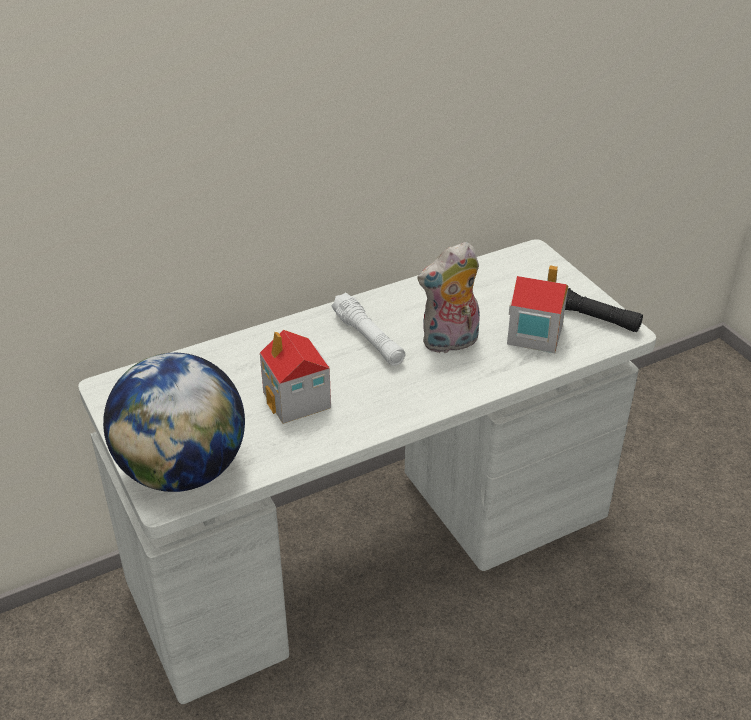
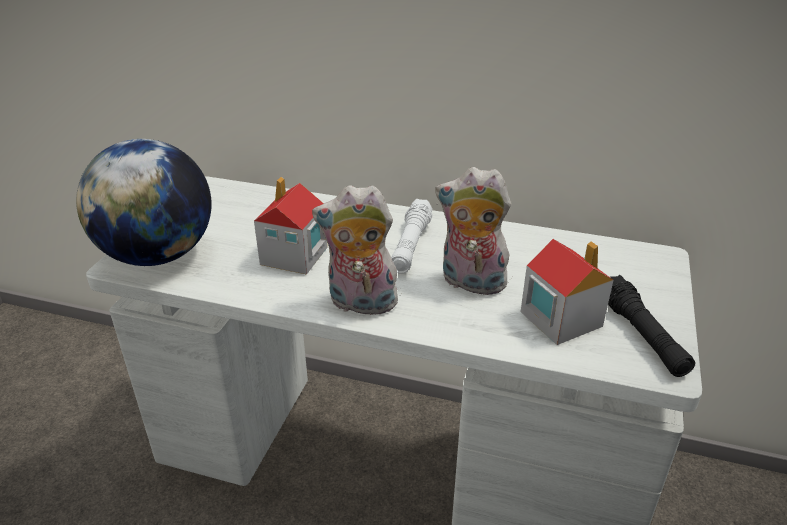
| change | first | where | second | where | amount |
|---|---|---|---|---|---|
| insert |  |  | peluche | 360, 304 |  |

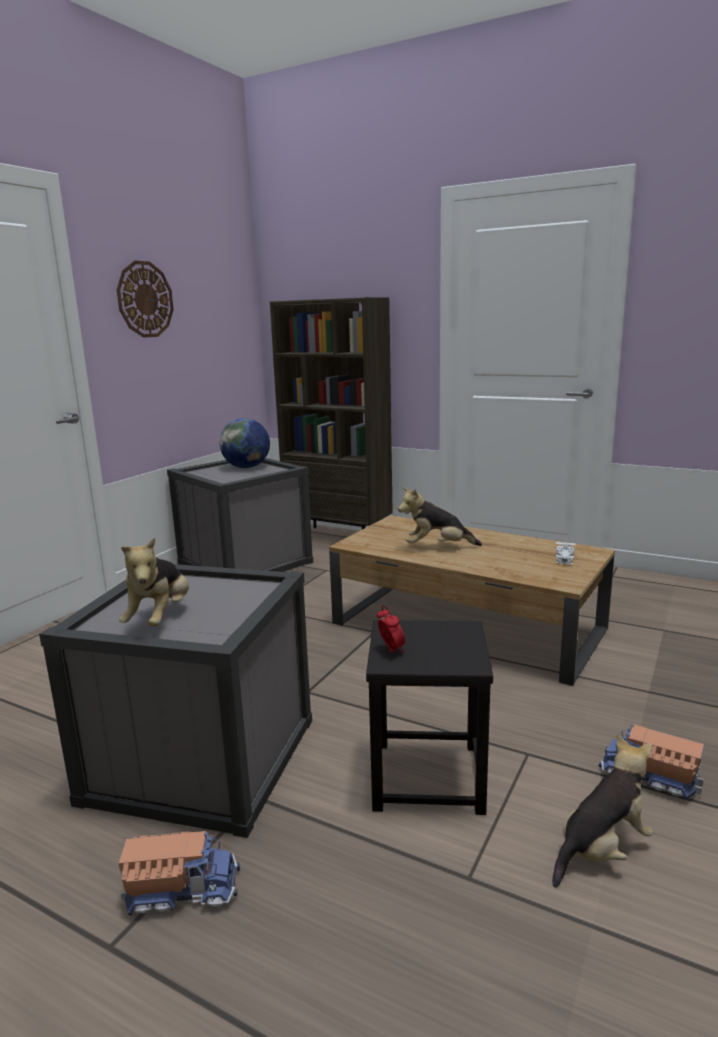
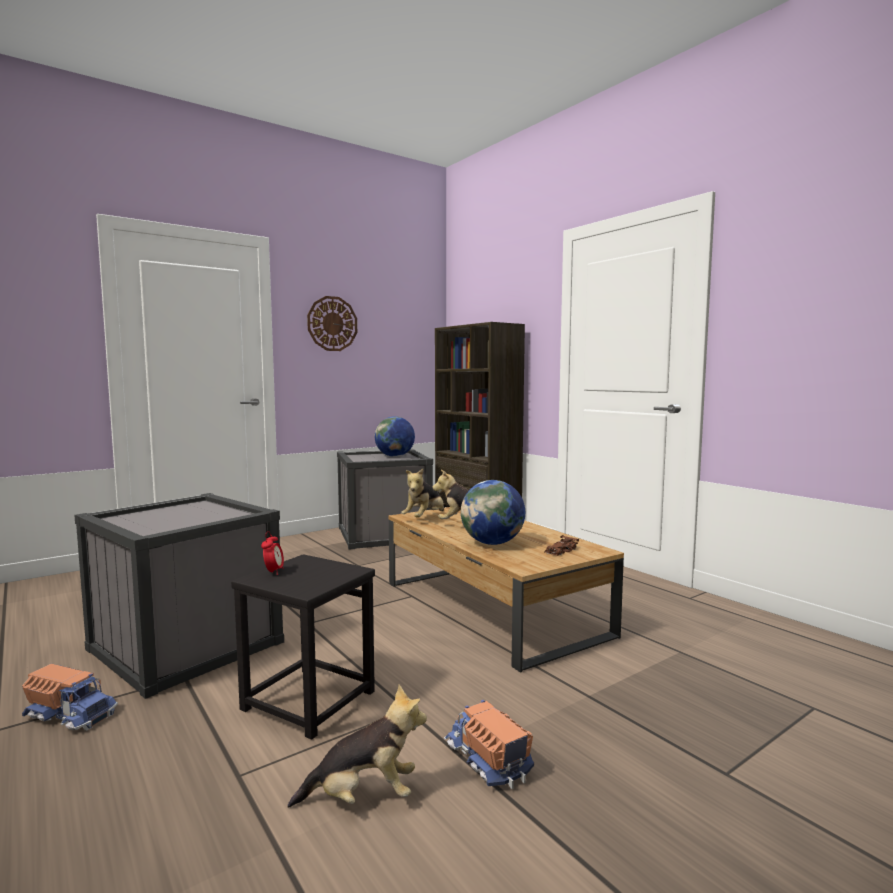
| change | first | where | second | where | amount |
|---|---|---|---|---|---|
| move | peluche | 160, 618 |  | 424, 518 |  |
| recolor | coche de juguete [blanco] | 564, 558 | coche de juguete [marrón] | 560, 551 |  |
| insert |  |  | globo terráqueo | 492, 543 |  |

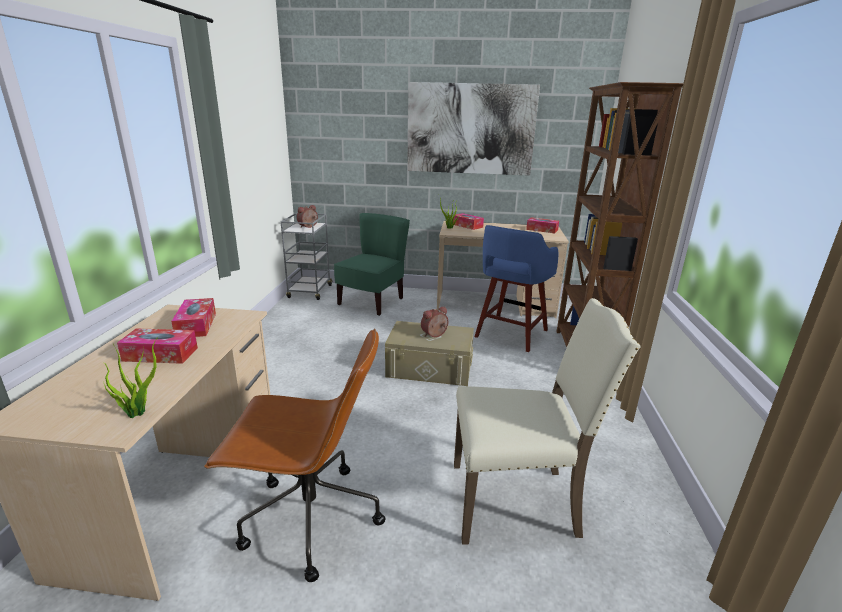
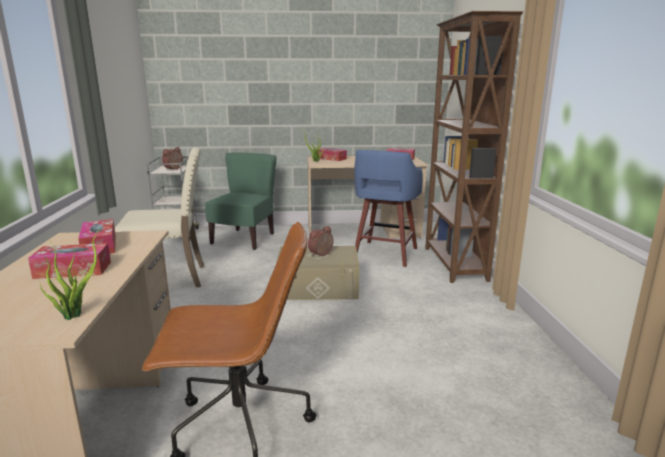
| change | first | where | second | where | amount |
|---|---|---|---|---|---|
| delete | cuadro | 470, 129 |  |  |  |
| move | silla [beis] | 517, 501 |  | 169, 278 |  |

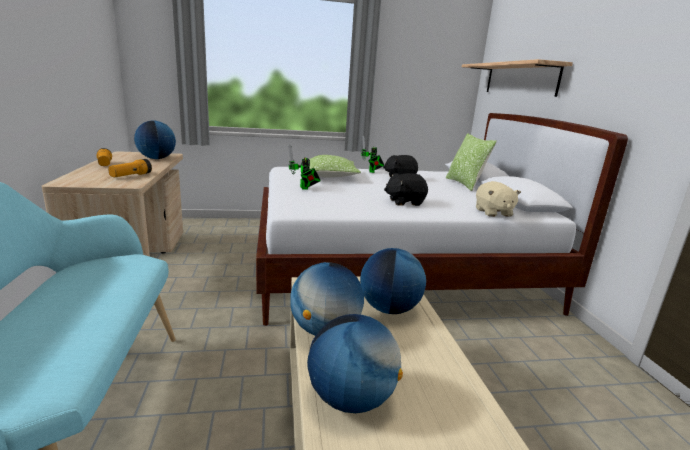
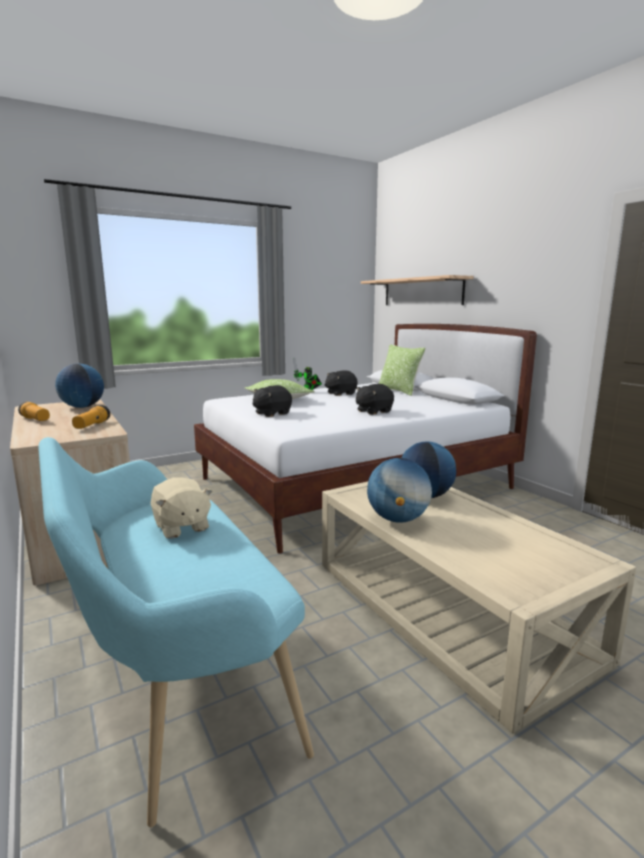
| change | first | where | second | where | amount |
|---|---|---|---|---|---|
| replace | robot de juguete | 304, 188 | peluche [negro] | 272, 413 |  |
| delete | globo terráqueo | 351, 399 |  |  |  |
| move | peluche [beis] | 493, 212 |  | 181, 527 |  |

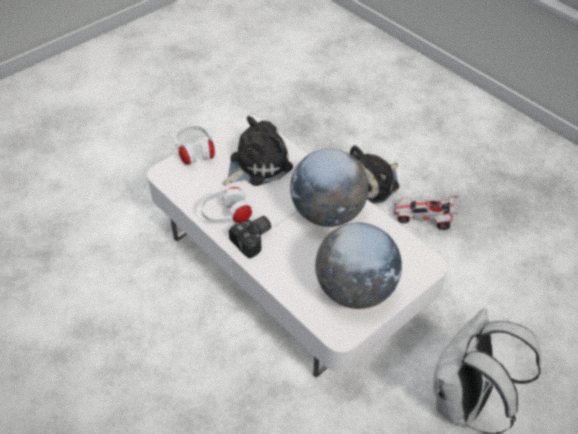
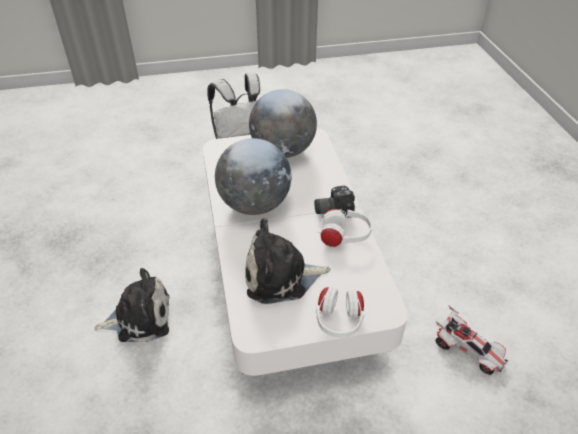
| change | first | where | second | where | amount |
|---|---|---|---|---|---|
| move | coche de juguete | 423, 218 |  | 467, 350 |  |

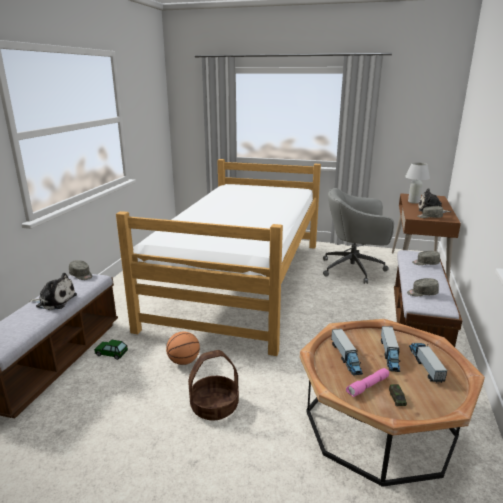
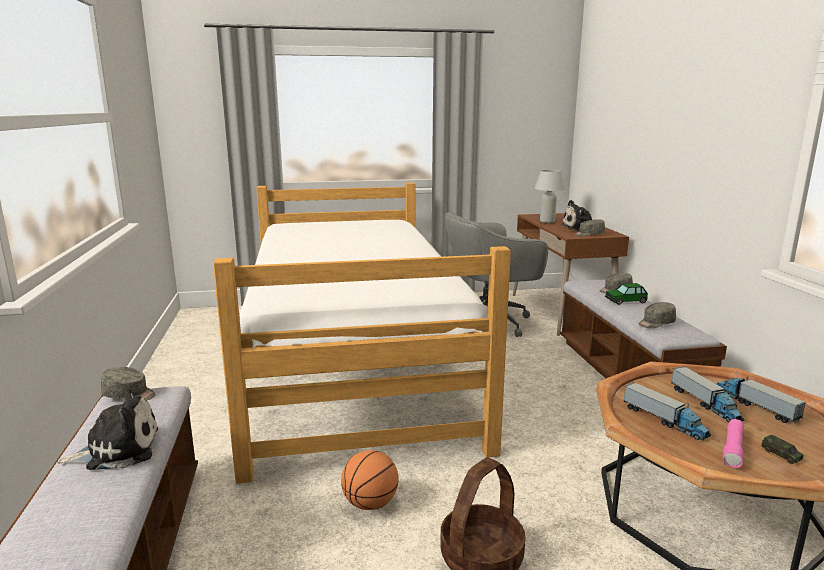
| change | first | where | second | where | amount |
|---|---|---|---|---|---|
| move | coche de juguete | 111, 353 |  | 625, 301 |  |

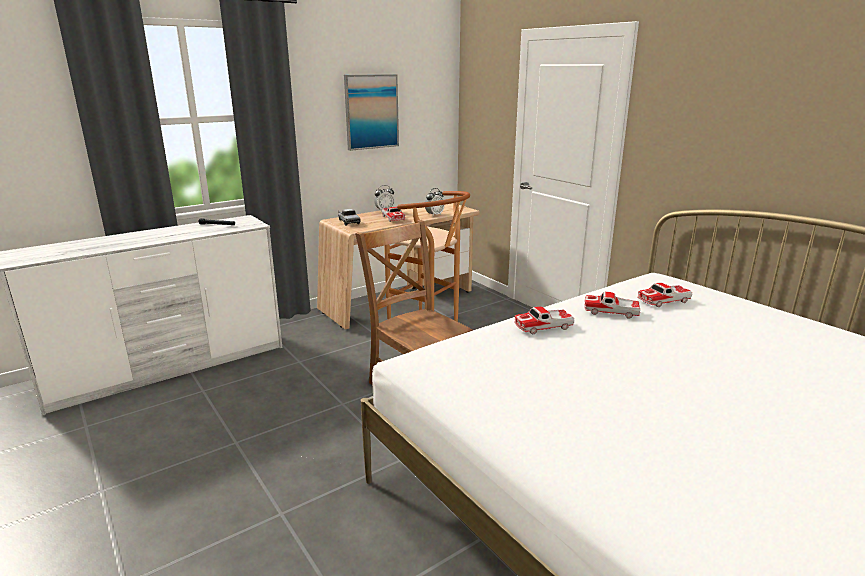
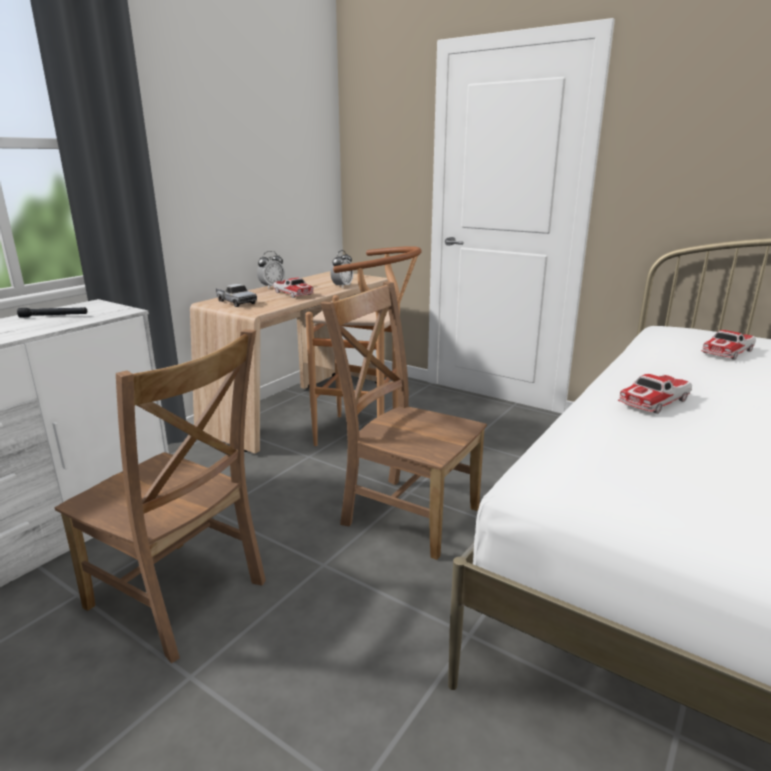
| change | first | where | second | where | amount |
|---|---|---|---|---|---|
| delete | cuadro | 371, 112 |  |  |  |
| delete | coche de juguete | 611, 312 |  |  |  |
| insert |  |  | silla [marrón] | 181, 598 |  |

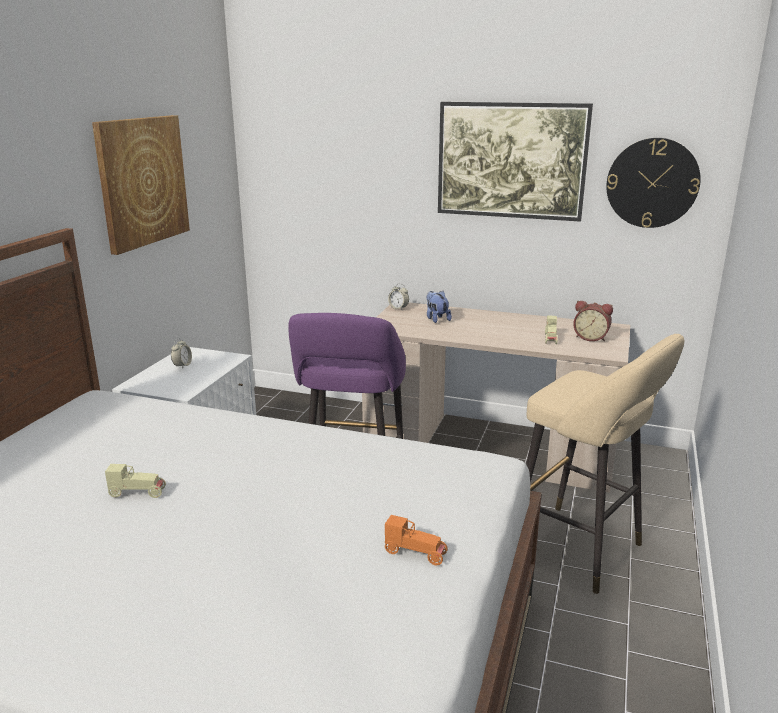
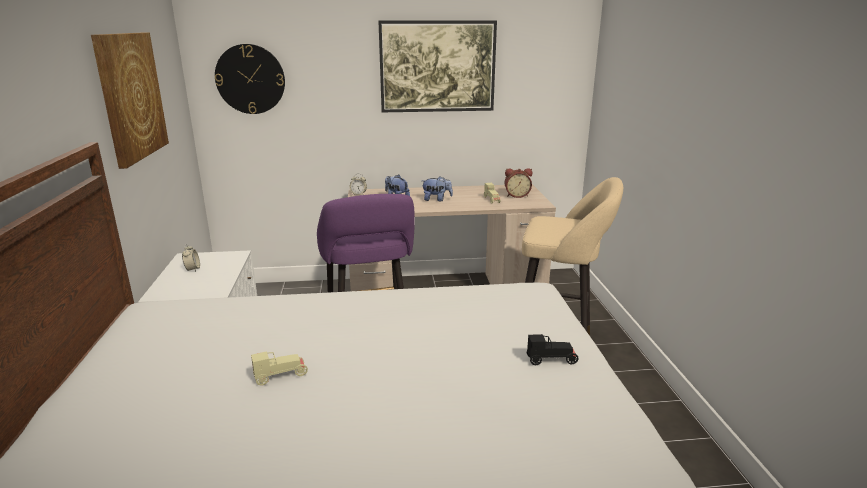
| change | first | where | second | where | amount |
|---|---|---|---|---|---|
| recolor | coche de juguete [naranja] | 416, 553 | coche de juguete [negro] | 551, 360 |  |
| move | reloj de pared | 652, 183 |  | 250, 79 |  |
| insert |  |  | peluche | 436, 199 |  |

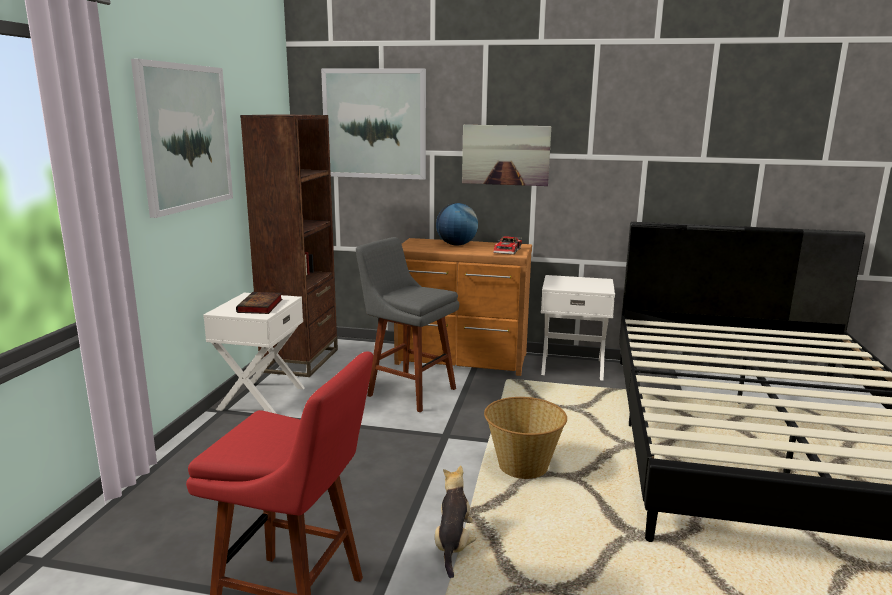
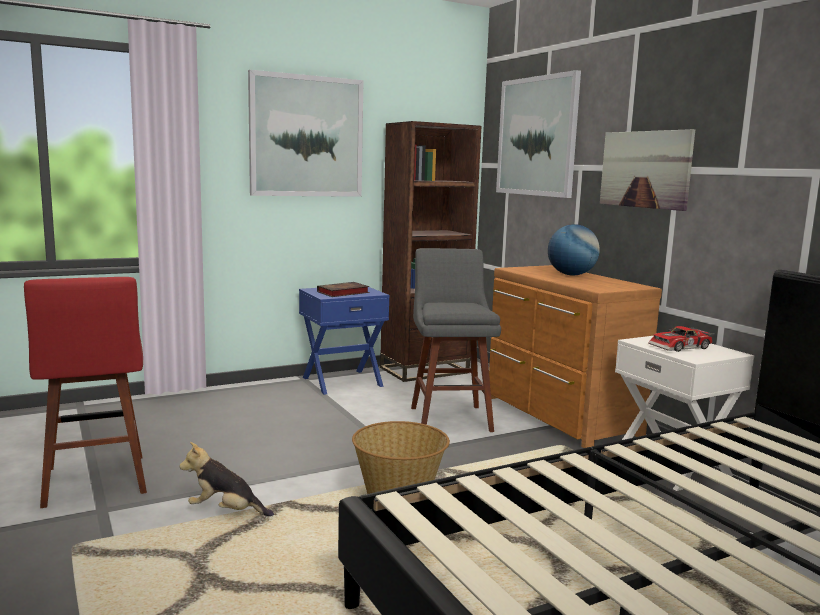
| change | first | where | second | where | amount |
|---|---|---|---|---|---|
| recolor | mesita de noche [blanco] | 260, 398 | mesita de noche [azul] | 342, 381 |  |
| rotate | peluche | 453, 545 |  | 226, 511 | 135 degrees counterclockwise |
| move | coche de juguete | 509, 251 |  | 681, 347 |  |

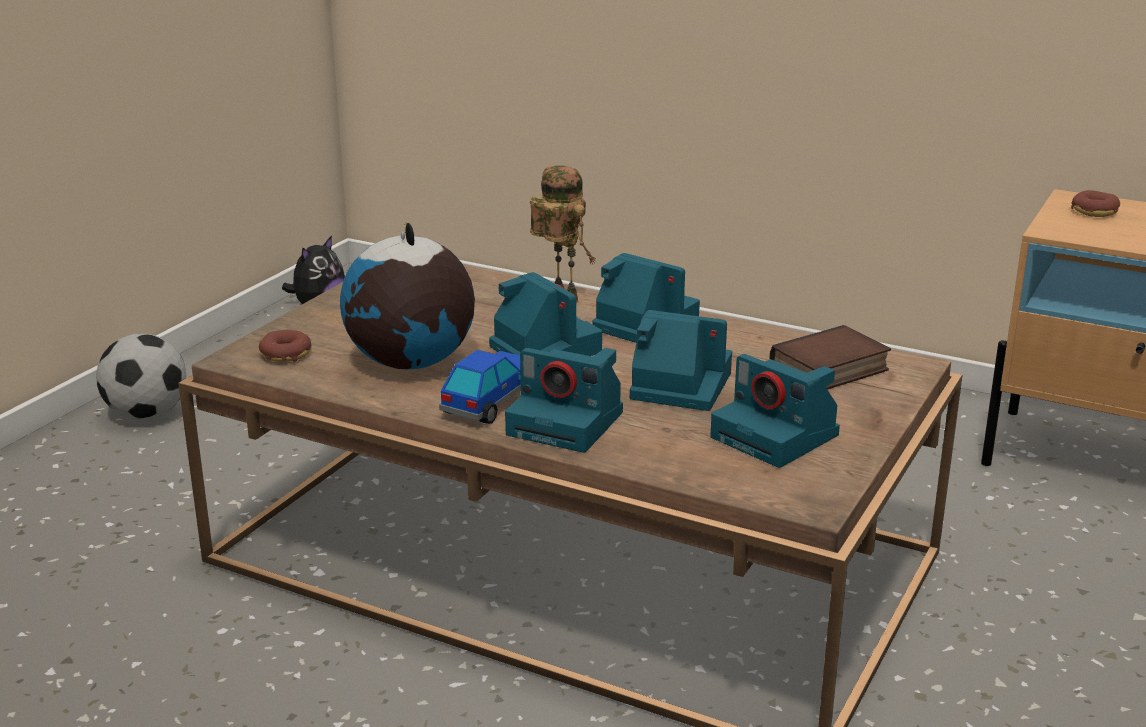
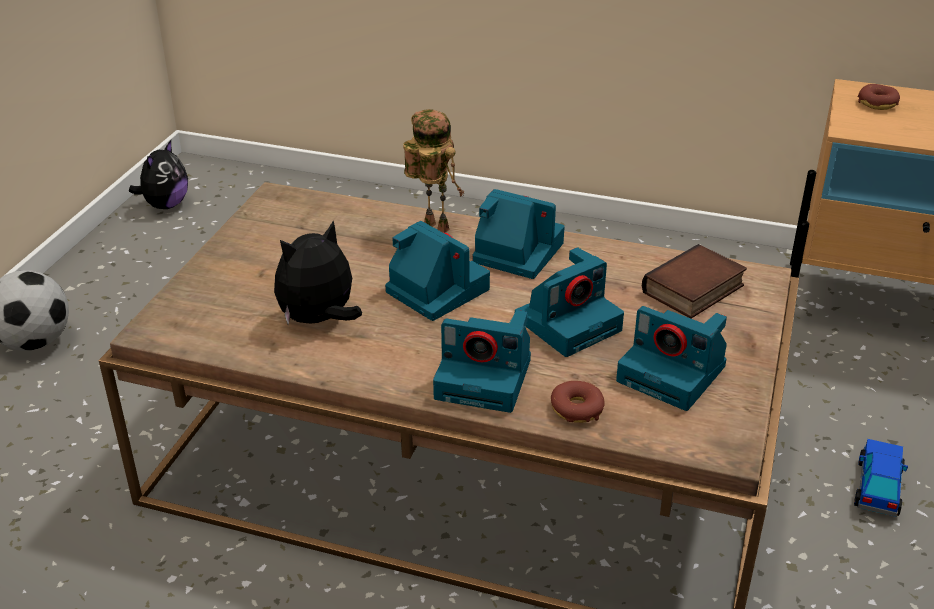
| change | first | where | second | where | amount |
|---|---|---|---|---|---|
| move | rosquilla | 285, 354 |  | 576, 409 |  |
| replace | globo terráqueo | 410, 363 | peluche | 319, 320 |  |
| move | coche de juguete | 490, 402 |  | 877, 487 |  |
| rotate | cámara | 677, 386 |  | 569, 322 | 135 degrees clockwise |

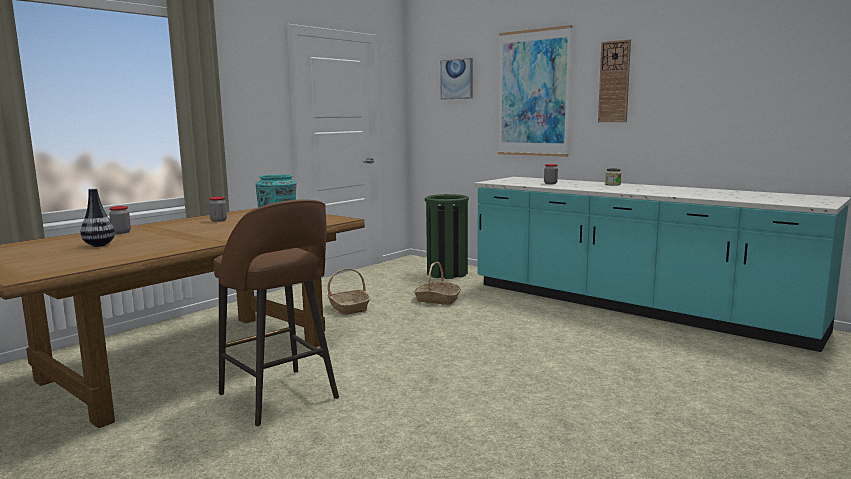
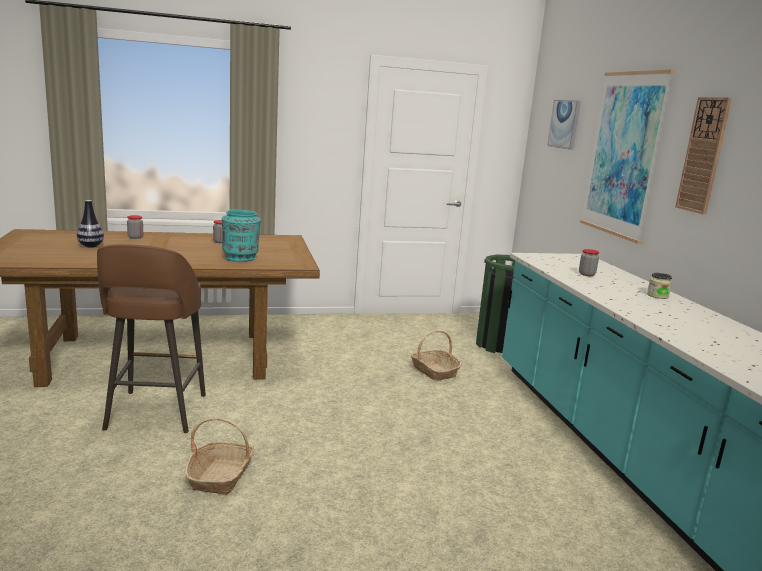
| change | first | where | second | where | amount |
|---|---|---|---|---|---|
| move | cesta | 348, 308 |  | 221, 475 |  |

